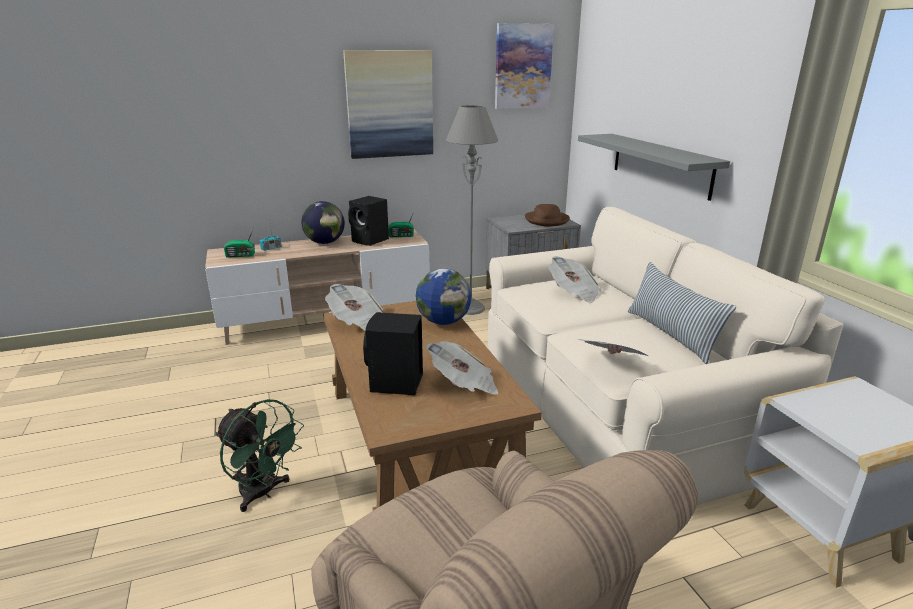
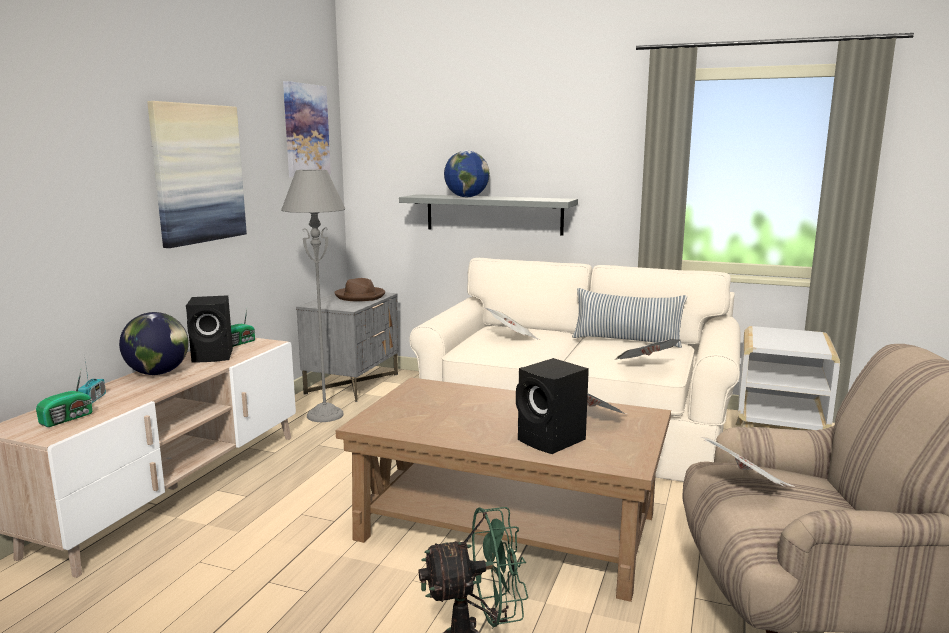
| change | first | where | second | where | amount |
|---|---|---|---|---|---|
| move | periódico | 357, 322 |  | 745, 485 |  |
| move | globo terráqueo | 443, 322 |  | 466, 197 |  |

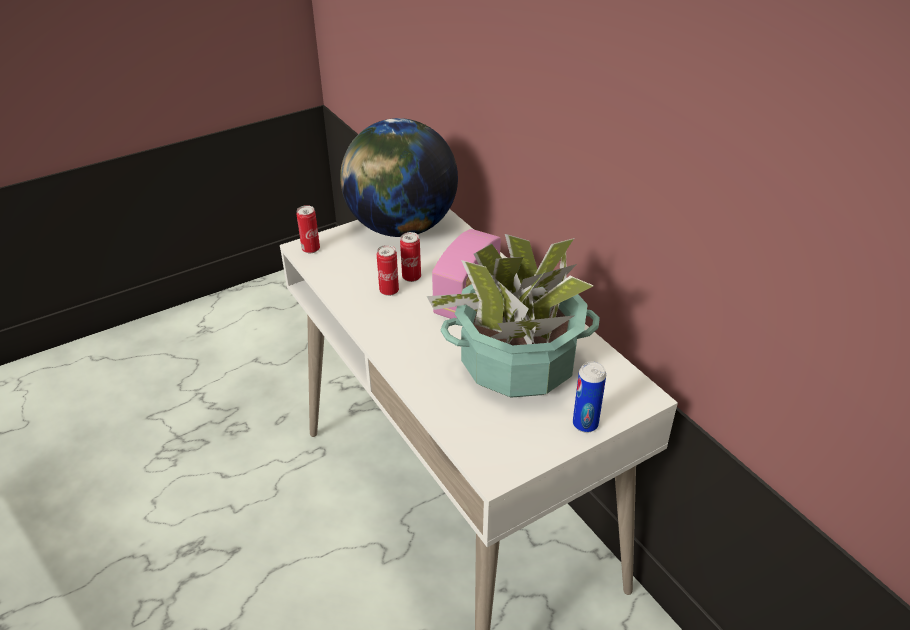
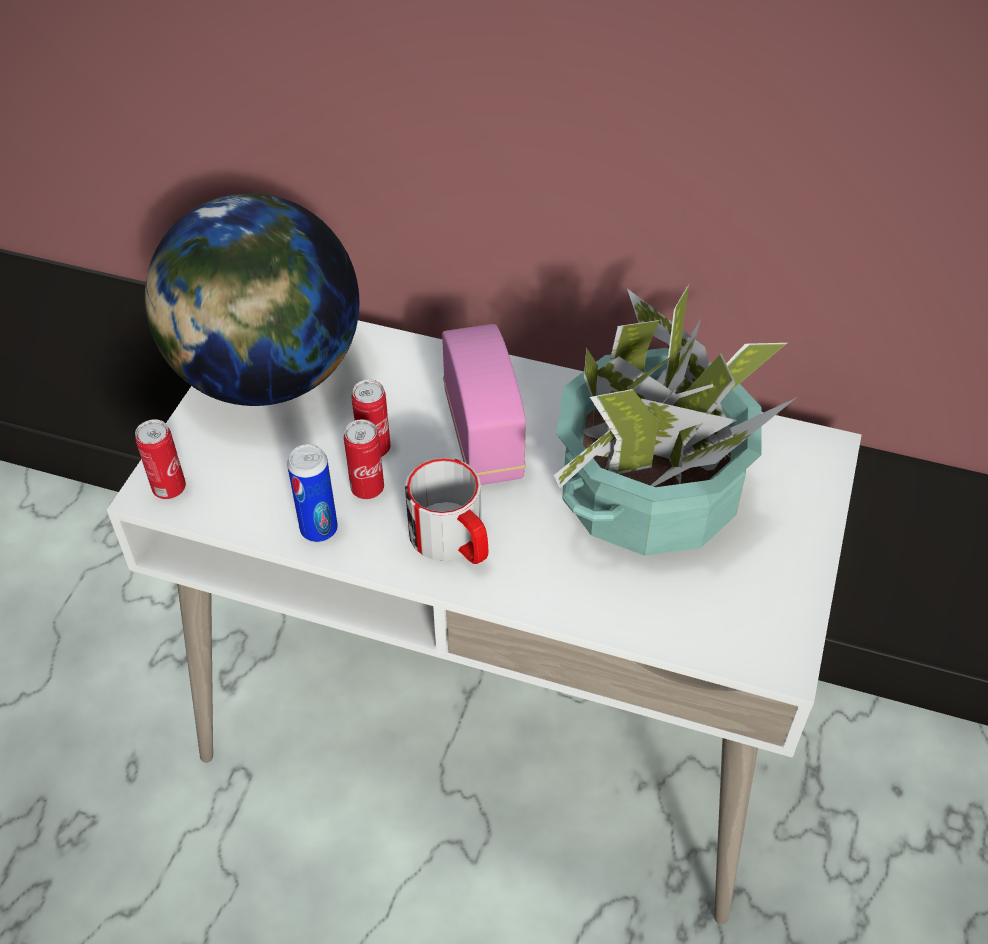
| change | first | where | second | where | amount |
|---|---|---|---|---|---|
| move | lata | 585, 424 |  | 319, 529 |  |
| insert |  |  | taza grande | 453, 541 |  |

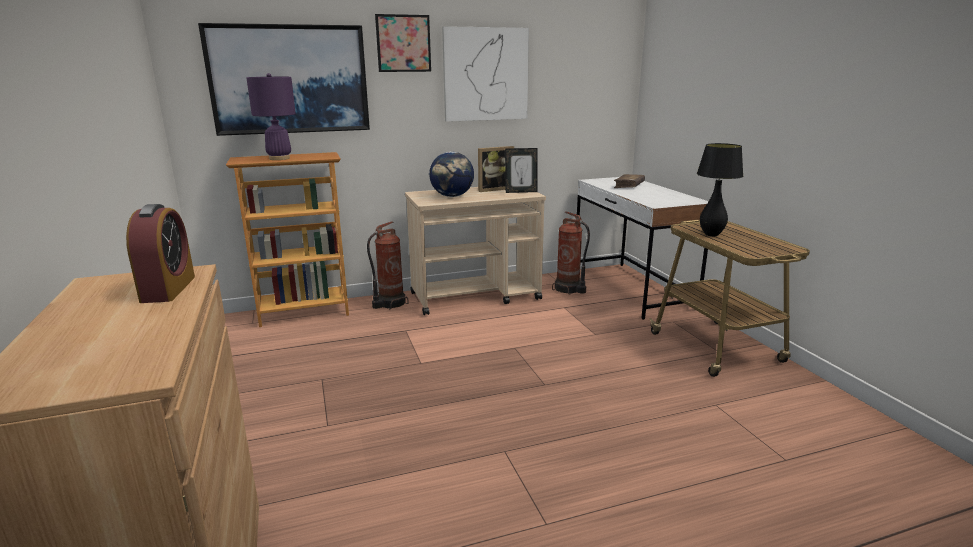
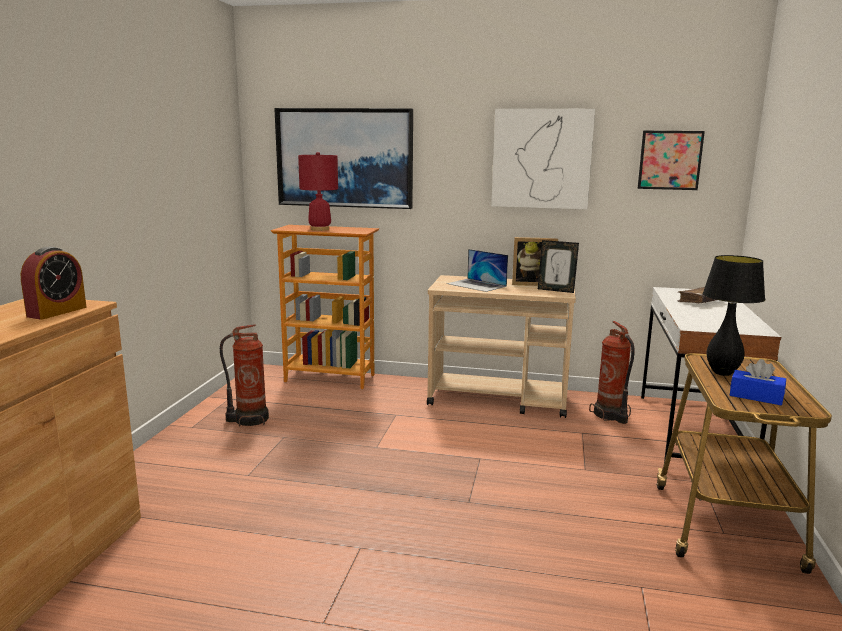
| change | first | where | second | where | amount |
|---|---|---|---|---|---|
| recolor | lámpara de mesa [morado] | 279, 158 | lámpara de mesa [rojo] | 319, 229 |  |
| move | extintor | 389, 303 |  | 250, 419 |  |
| move | cuadro | 403, 43 |  | 670, 160 |  |
| replace | globo terráqueo | 452, 196 | portátil | 476, 285 |  |
| insert |  |  | caja de pañuelos [azul] | 756, 396 |  |

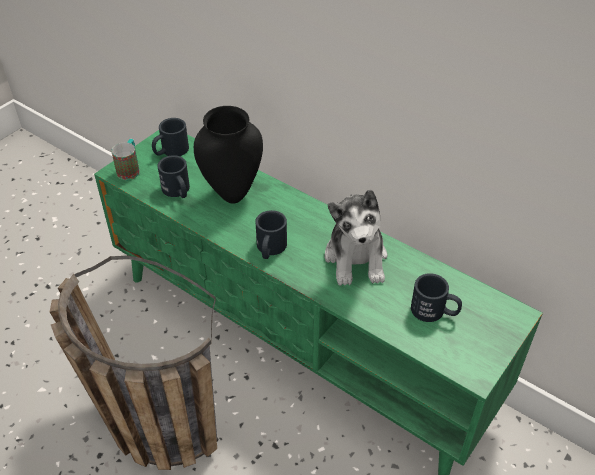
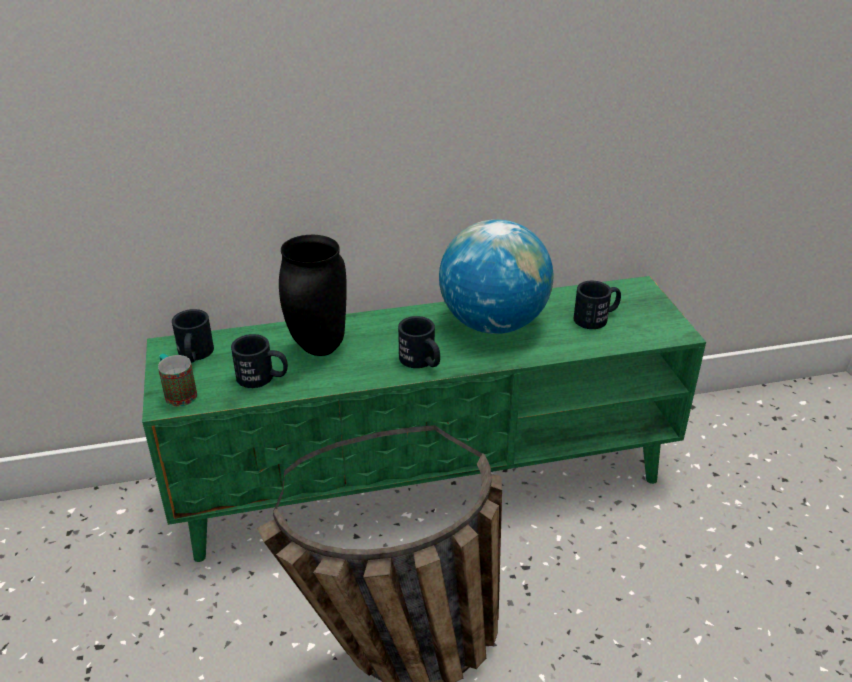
| change | first | where | second | where | amount |
|---|---|---|---|---|---|
| replace | peluche | 356, 258 | globo terráqueo | 493, 323 |  |

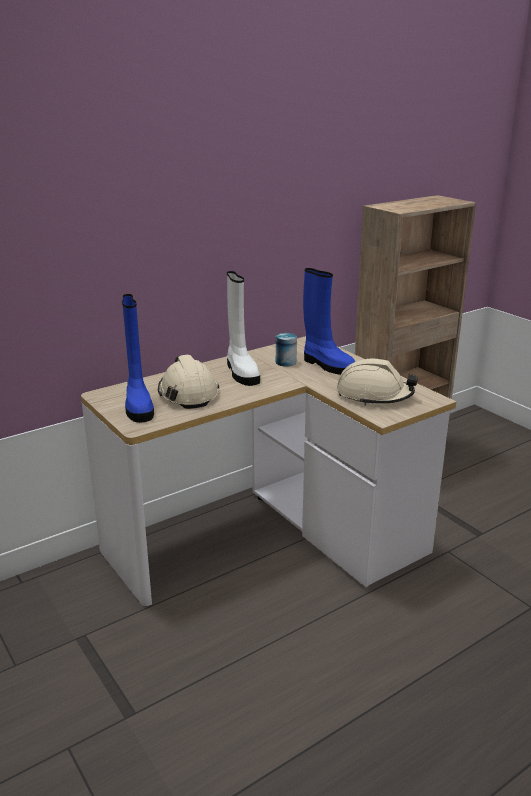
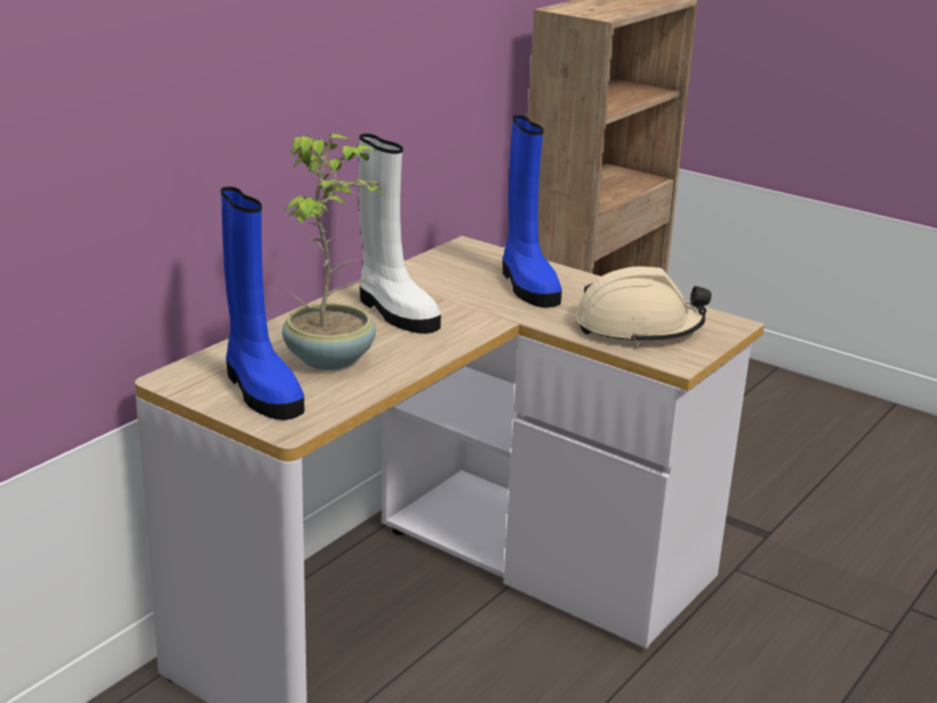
| change | first | where | second | where | amount |
|---|---|---|---|---|---|
| replace | casco [beis] | 188, 393 | planta en maceta | 331, 358 |  |
| delete | lata | 285, 362 |  |  |  |
| rotate | bota [azul] | 327, 365 |  | 527, 285 | 45 degrees clockwise |

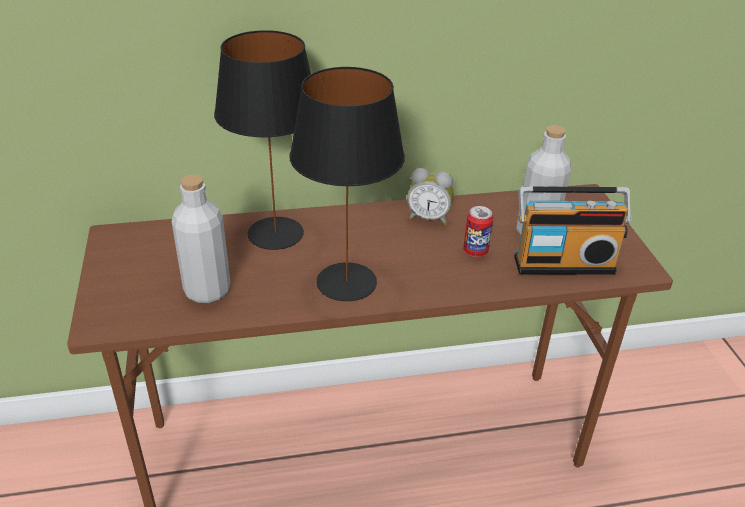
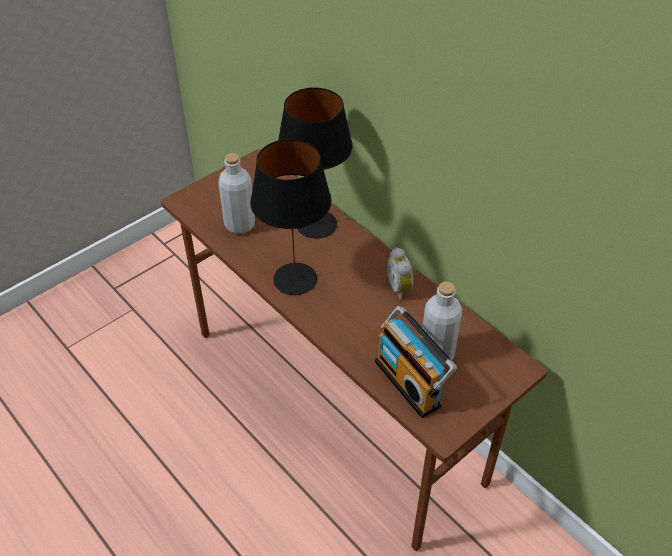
| change | first | where | second | where | amount |
|---|---|---|---|---|---|
| delete | lata | 475, 251 |  |  |  |

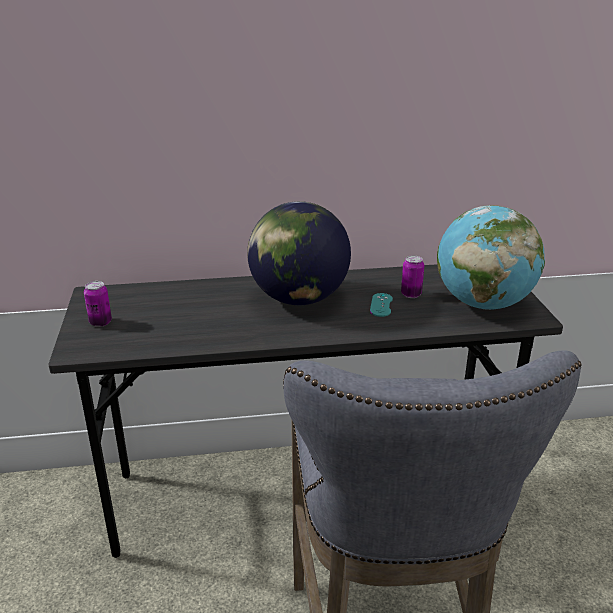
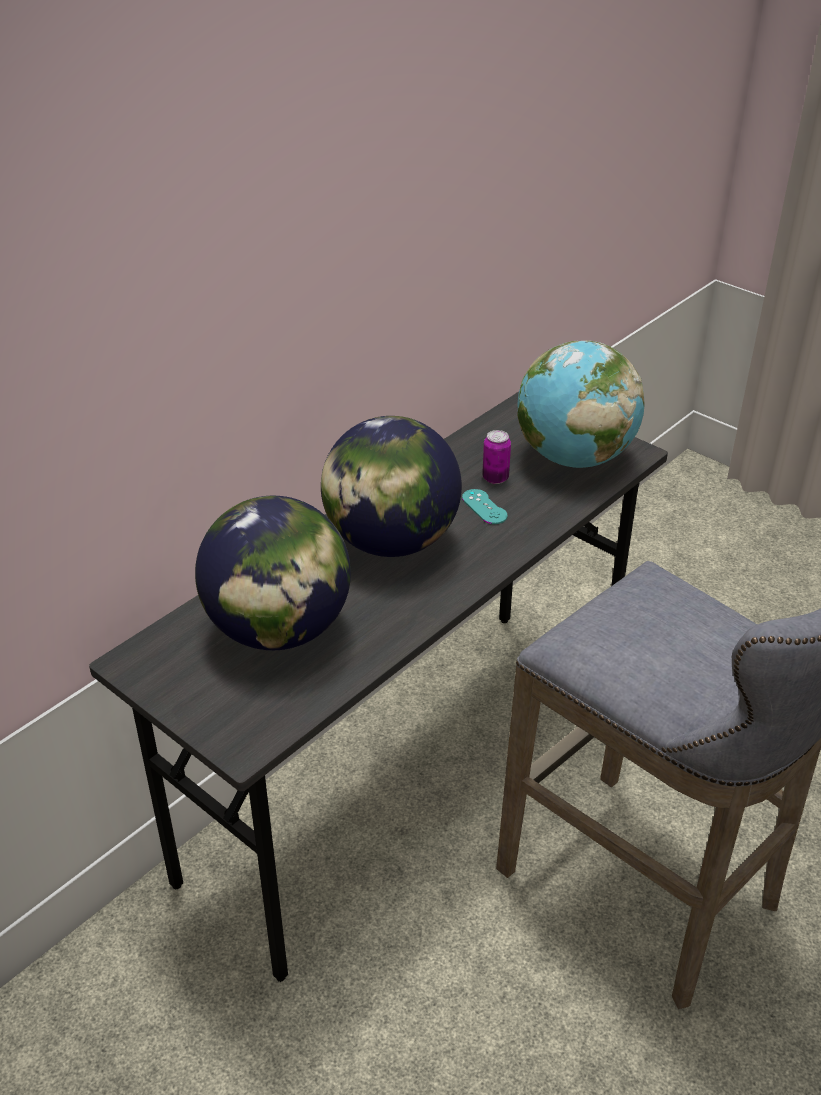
| change | first | where | second | where | amount |
|---|---|---|---|---|---|
| delete | lata | 100, 322 |  |  |  |
| insert |  |  | globo terráqueo | 279, 630 |  |

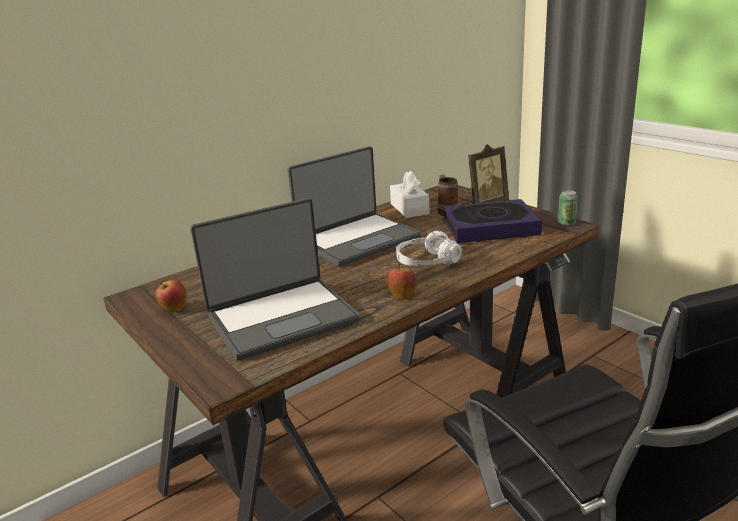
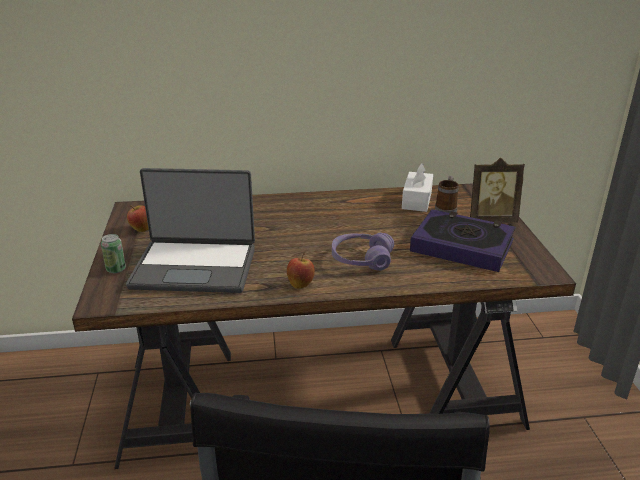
| change | first | where | second | where | amount |
|---|---|---|---|---|---|
| delete | portátil | 357, 240 |  |  |  |
| recolor | auriculares [blanco] | 427, 262 | auriculares [morado] | 361, 260 |  |
| move | lata | 566, 223 |  | 116, 269 |  |

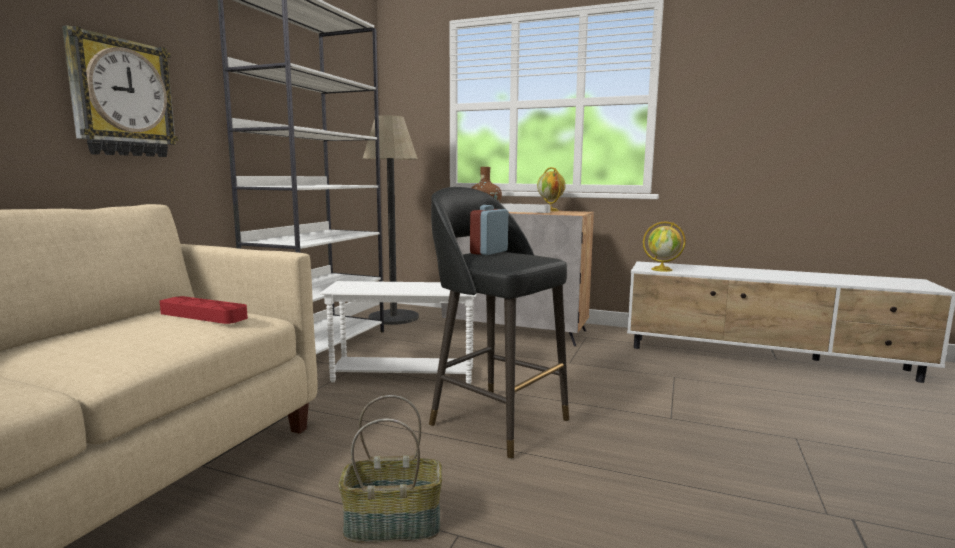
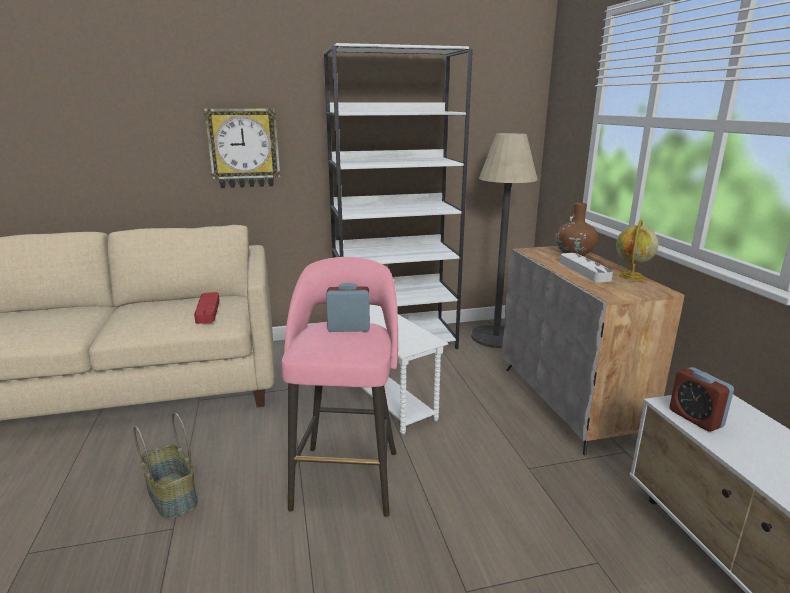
| change | first | where | second | where | amount |
|---|---|---|---|---|---|
| recolor | taburete [negro] | 496, 421 | taburete [rosa] | 347, 476 |  |
| replace | globo terráqueo | 662, 269 | despertador | 695, 418 |  |

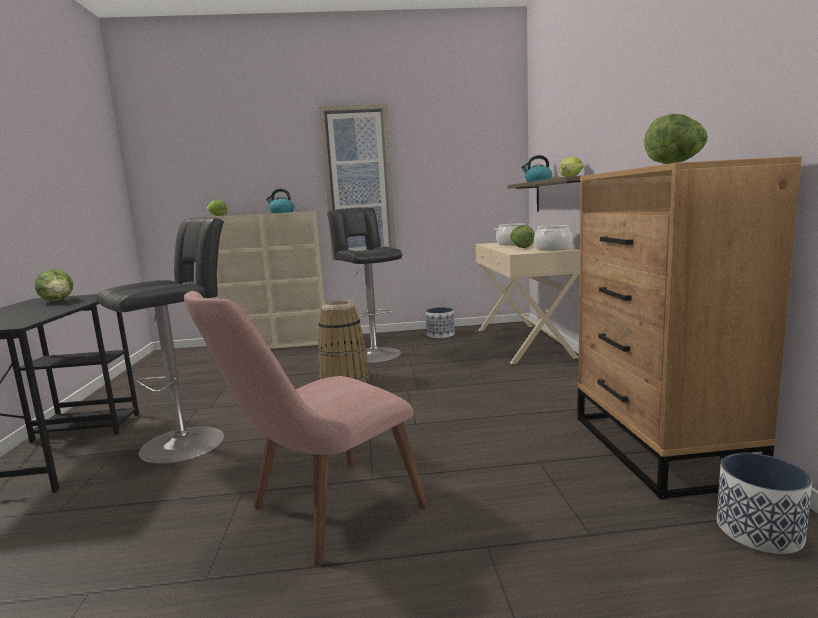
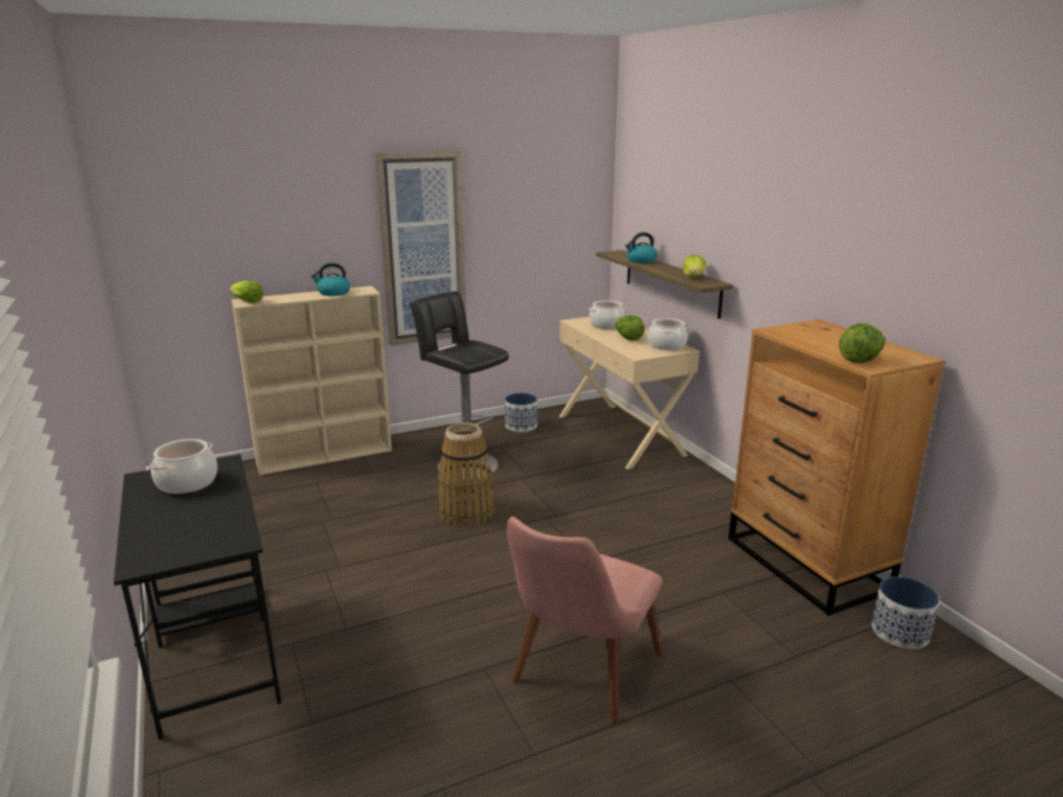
| change | first | where | second | where | amount |
|---|---|---|---|---|---|
| replace | lechuga | 58, 301 | olla | 187, 482 |  |
| delete | taburete [negro] | 188, 441 |  |  |  |

